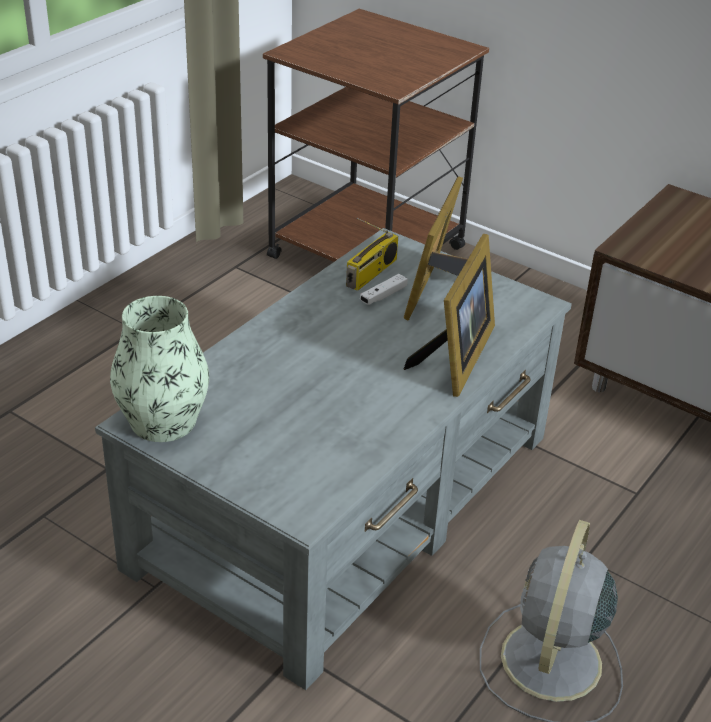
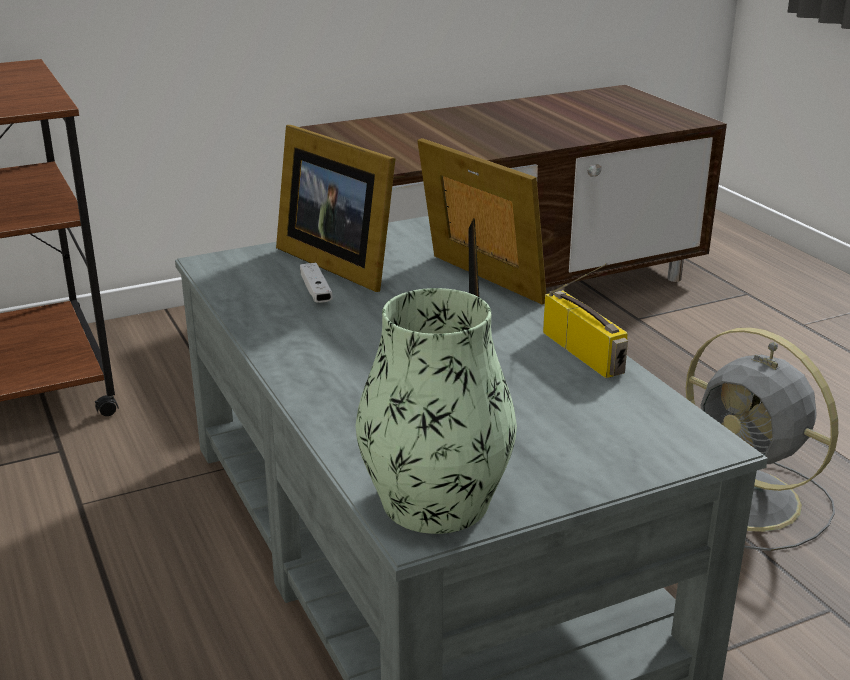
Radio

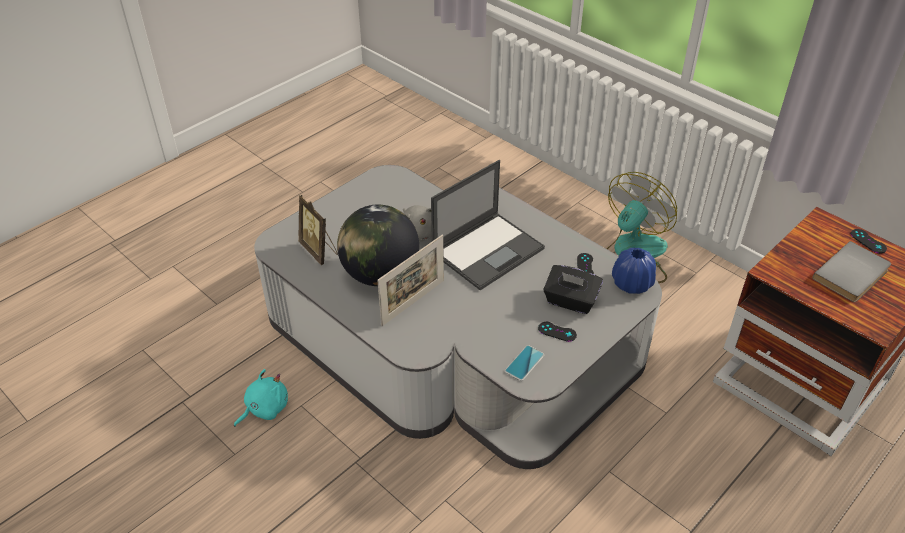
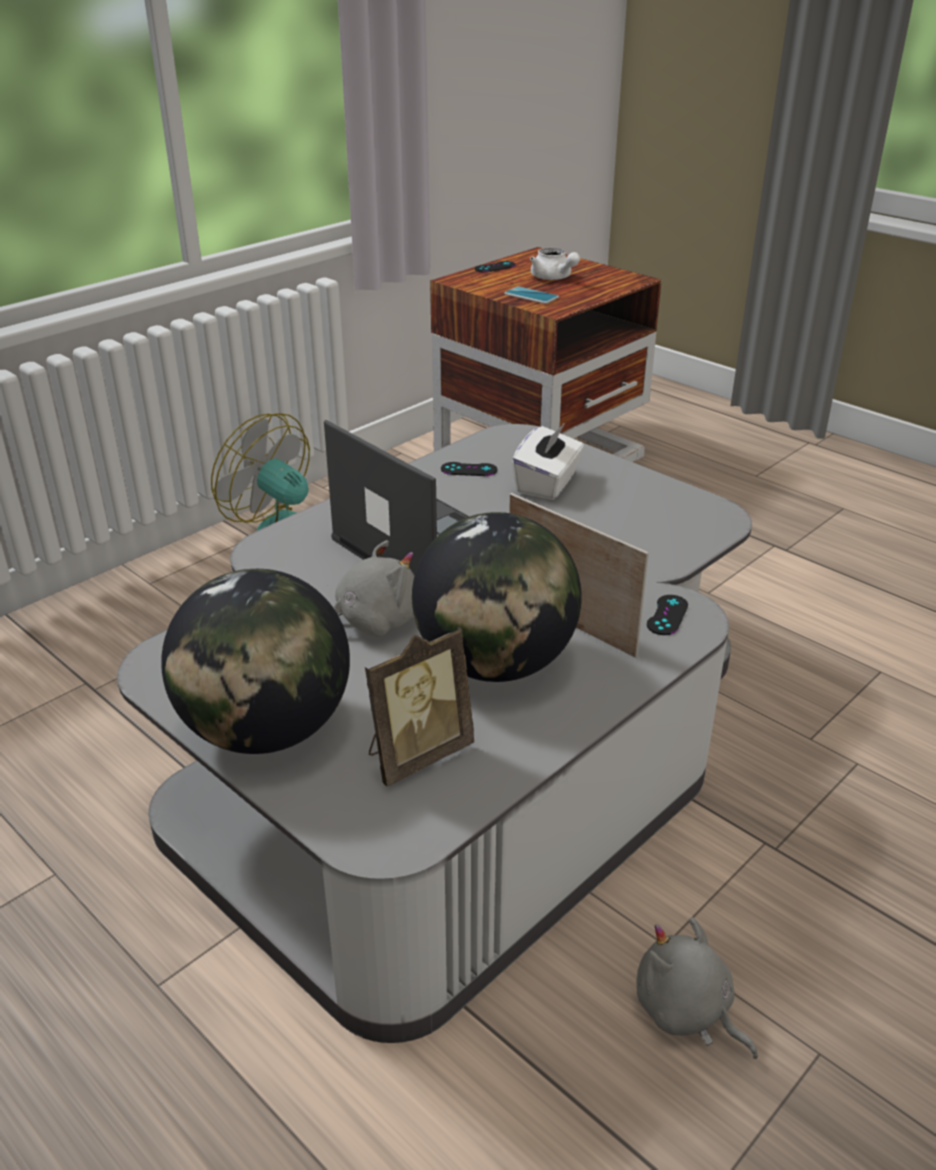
Teekanne [weiß]; Vase [blau]; Taschentuchbox [weiß]; Gamepad [schwarz] (no. 3 from left); Handy; Plüschtier [grau] (no. 2 from left); Globus (no. 1 from left)

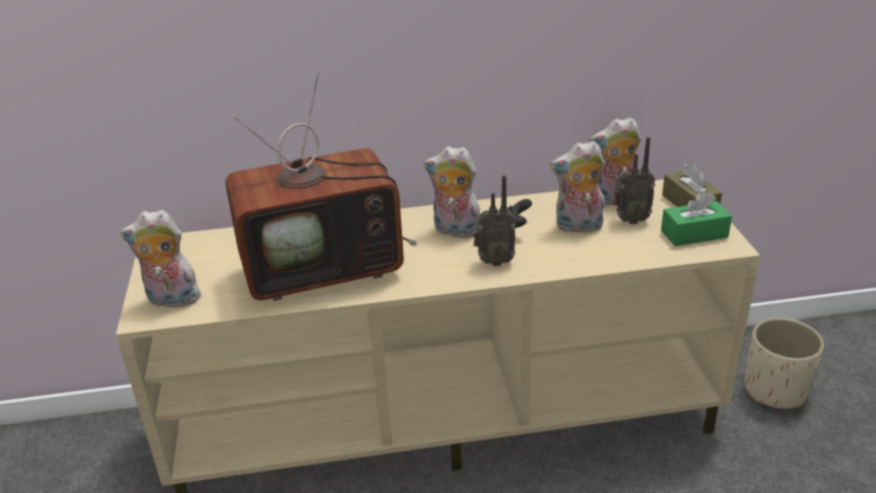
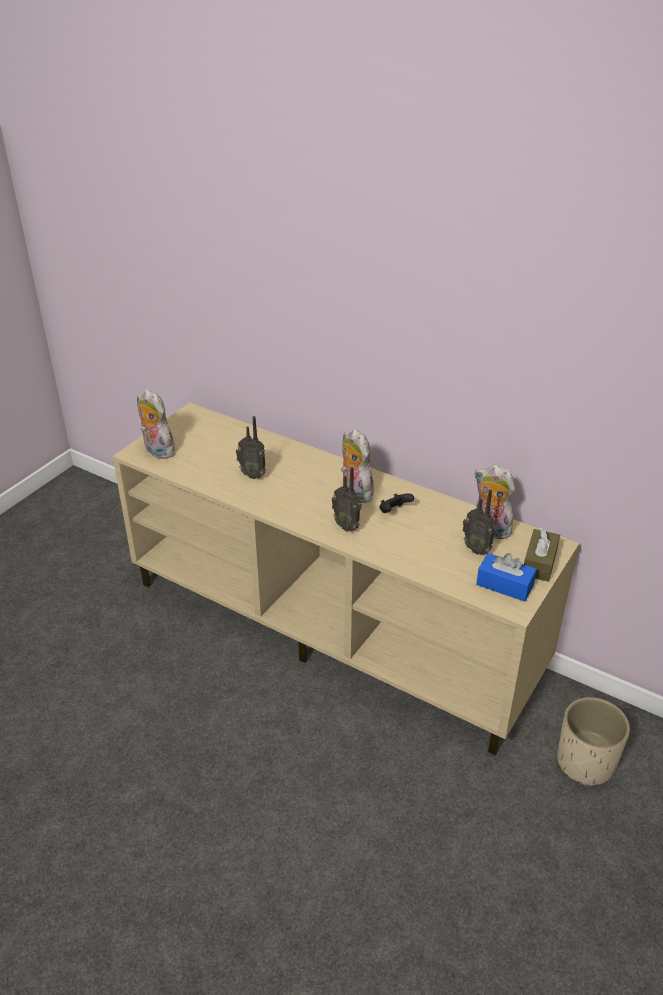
Radio (no. 1 from left); Plüschtier (no. 3 from left in the first image); Taschentuchbox [blau]

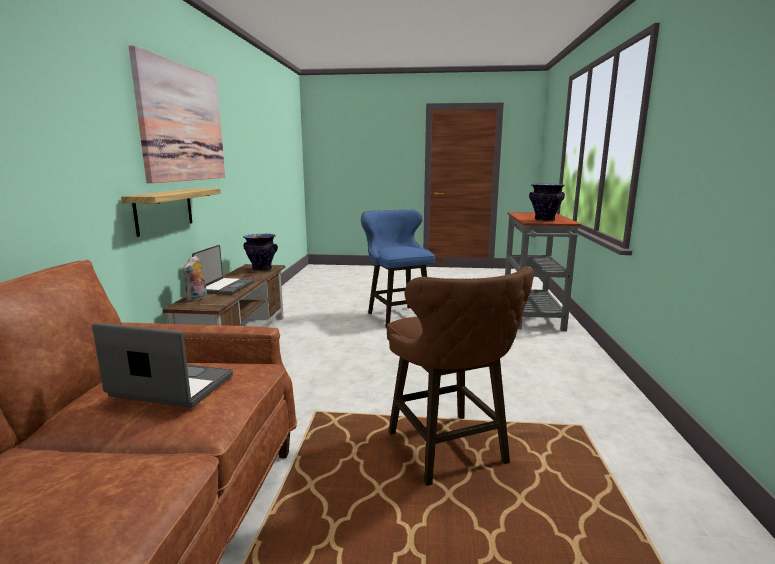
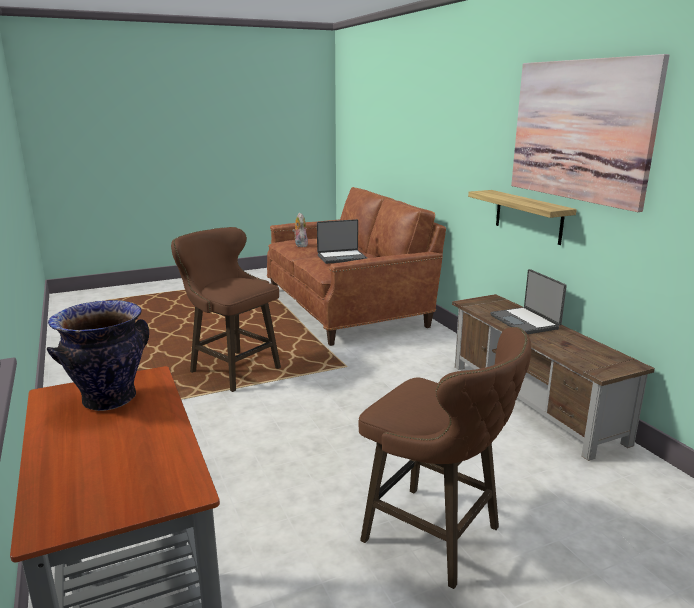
Hocker [braun] (no. 2 from left); Vase (no. 1 from left in the first image); Plüschtier

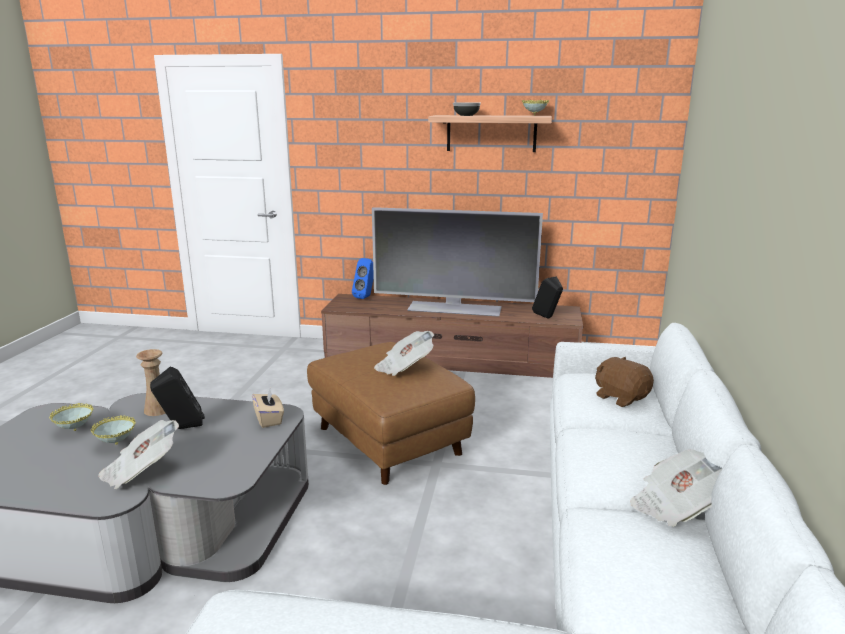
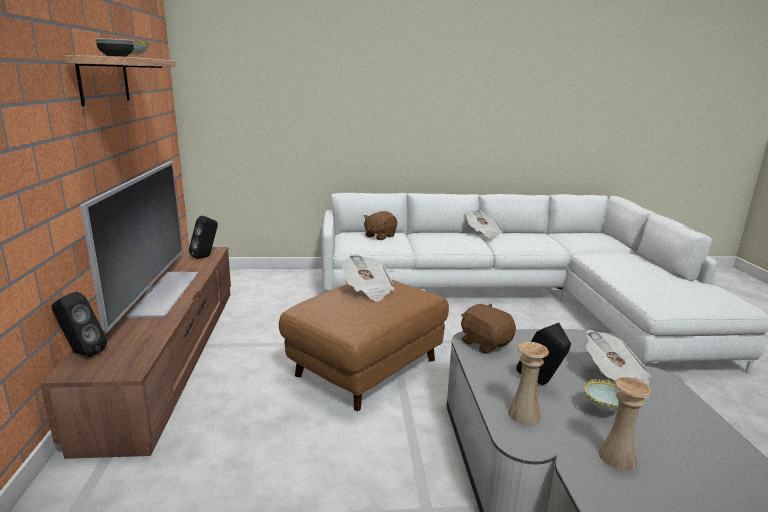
Lautsprecher [schwarz] (no. 1 from left); Plüschtier [braun] (no. 2 from left); Vase [beige] (no. 2 from left)

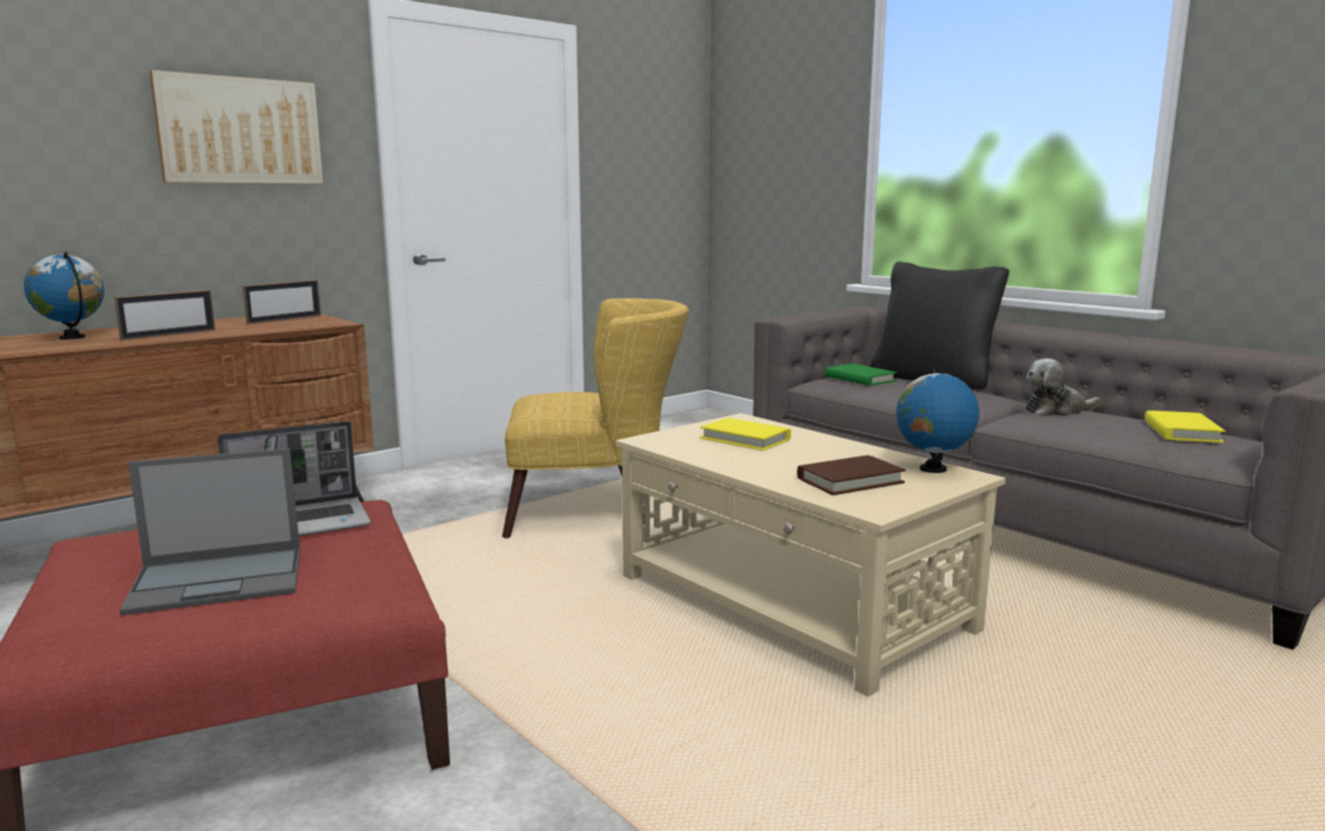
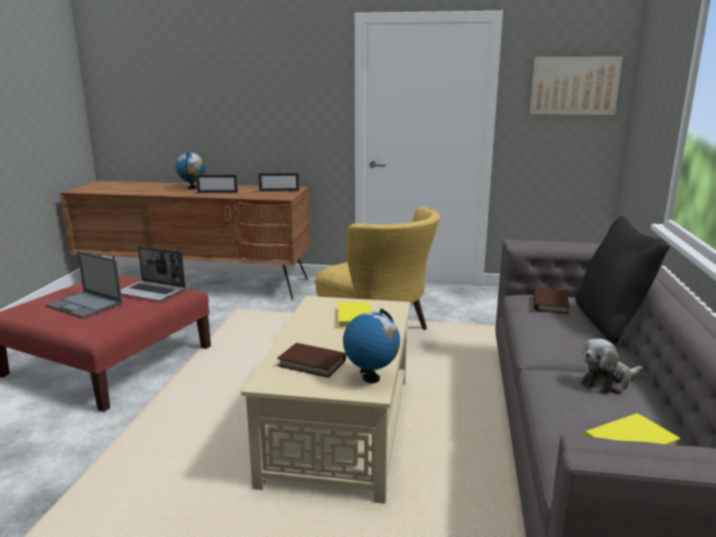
Bild; Plüschtier; Buch [braun] (no. 2 from left)

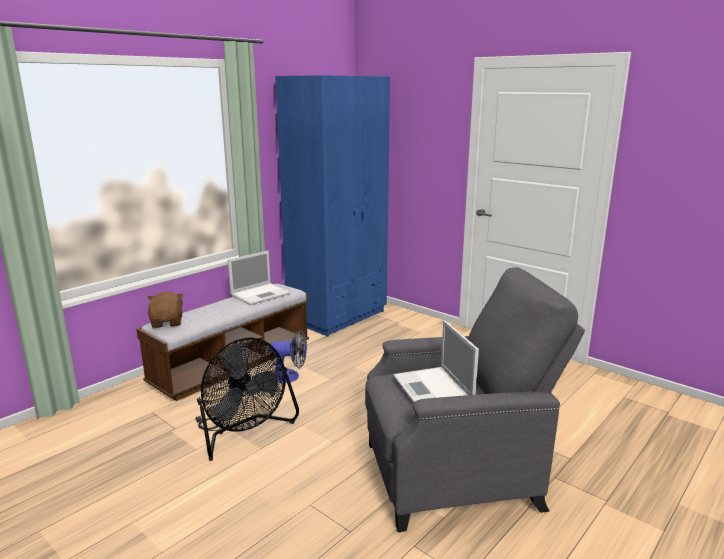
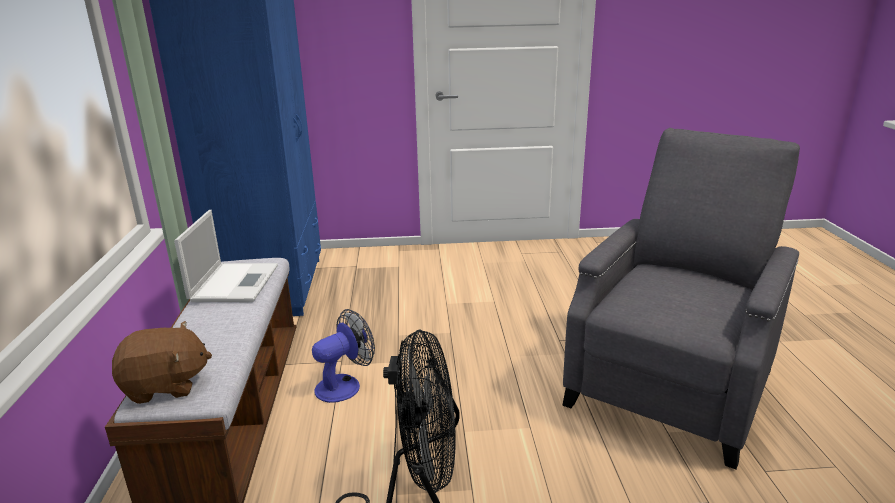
Plüschtier [braun]; Laptop (no. 2 from left in the first image)

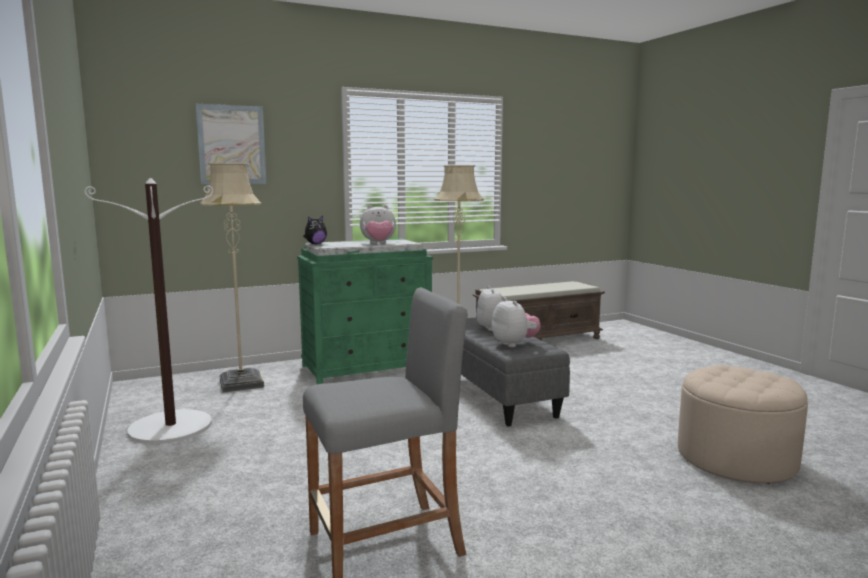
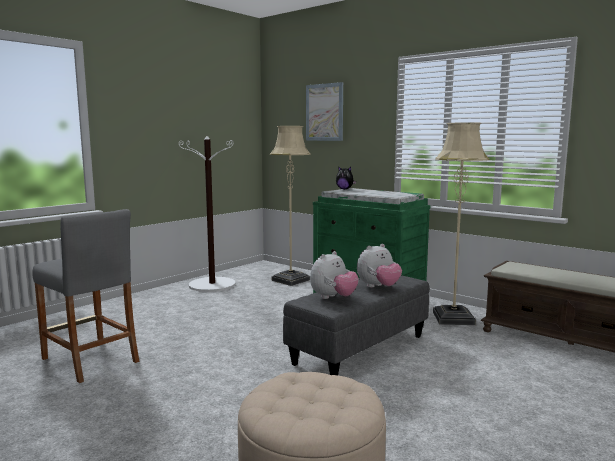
Plüschtier (no. 2 from left in the first image)

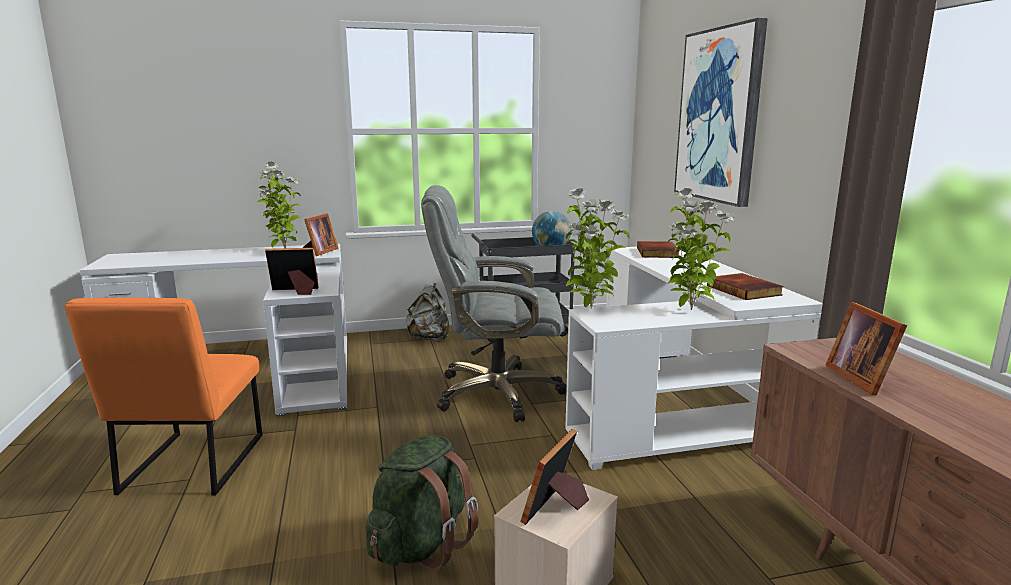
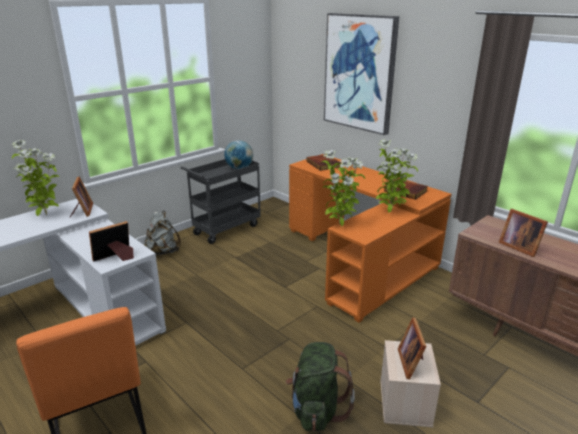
Bürostuhl [grau]; Schreibtisch [orange]

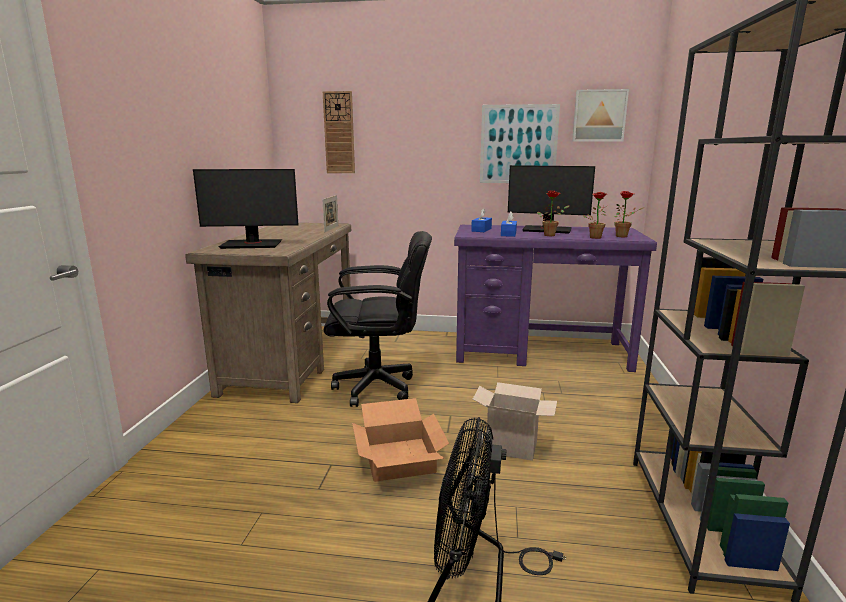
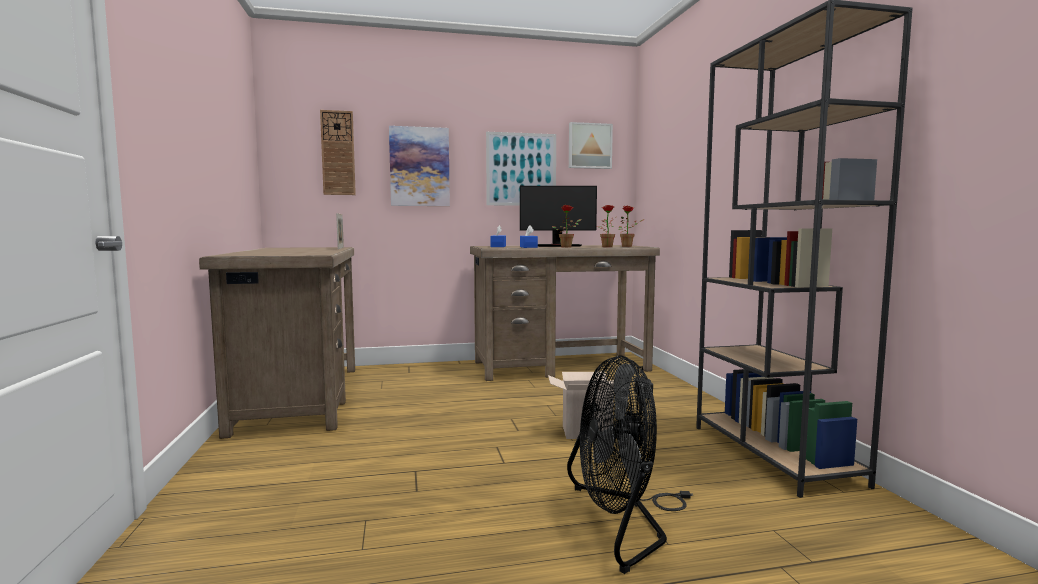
Monitor (no. 1 from left in the first image); Schreibtisch [braun] (no. 2 from left); Bürostuhl [schwarz]; Karton (no. 1 from left in the first image); Bild (no. 1 from left)

